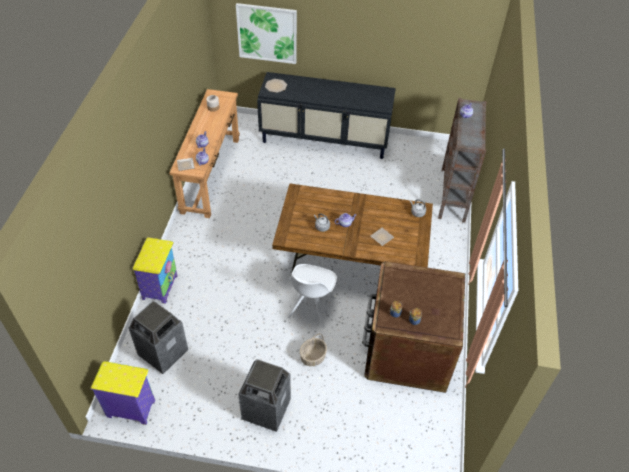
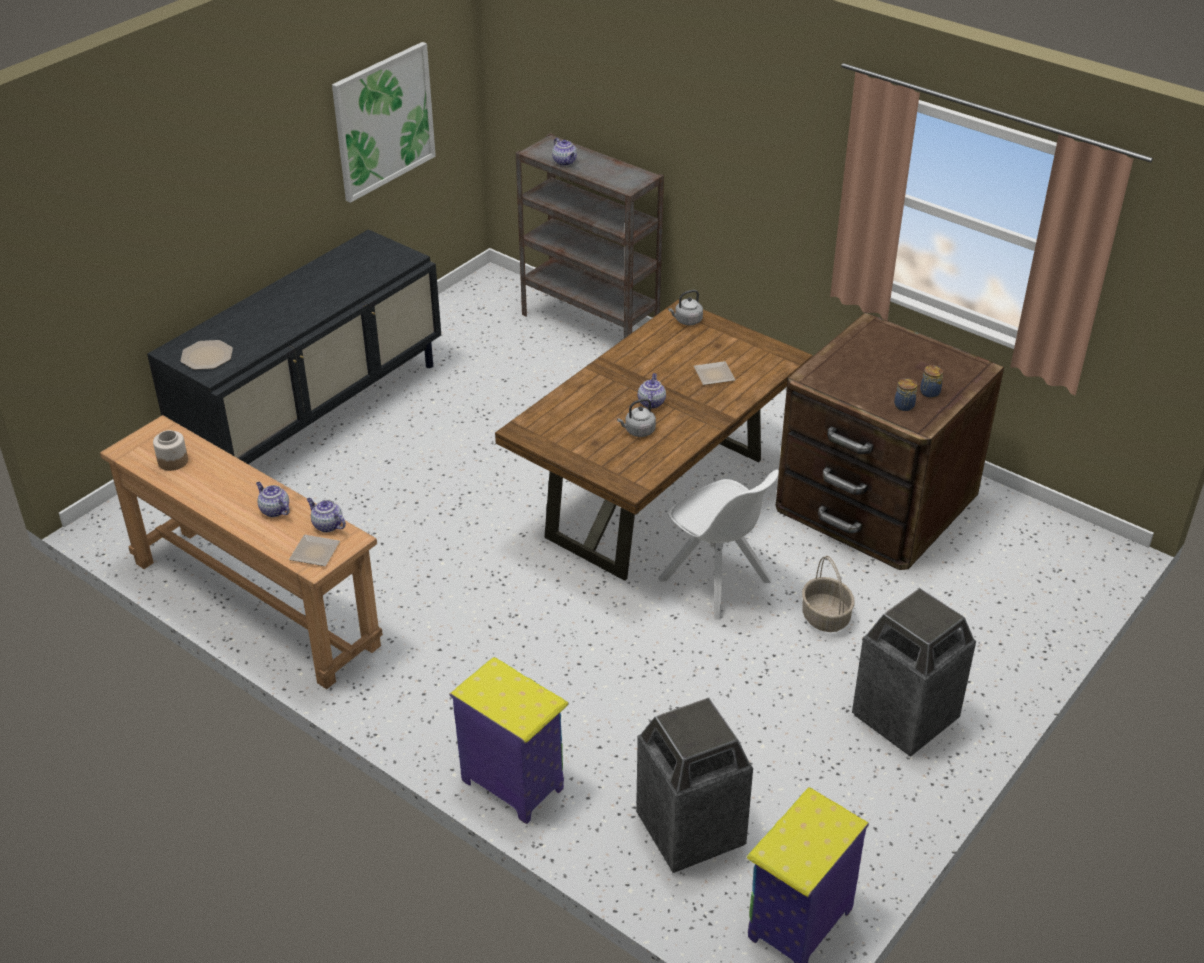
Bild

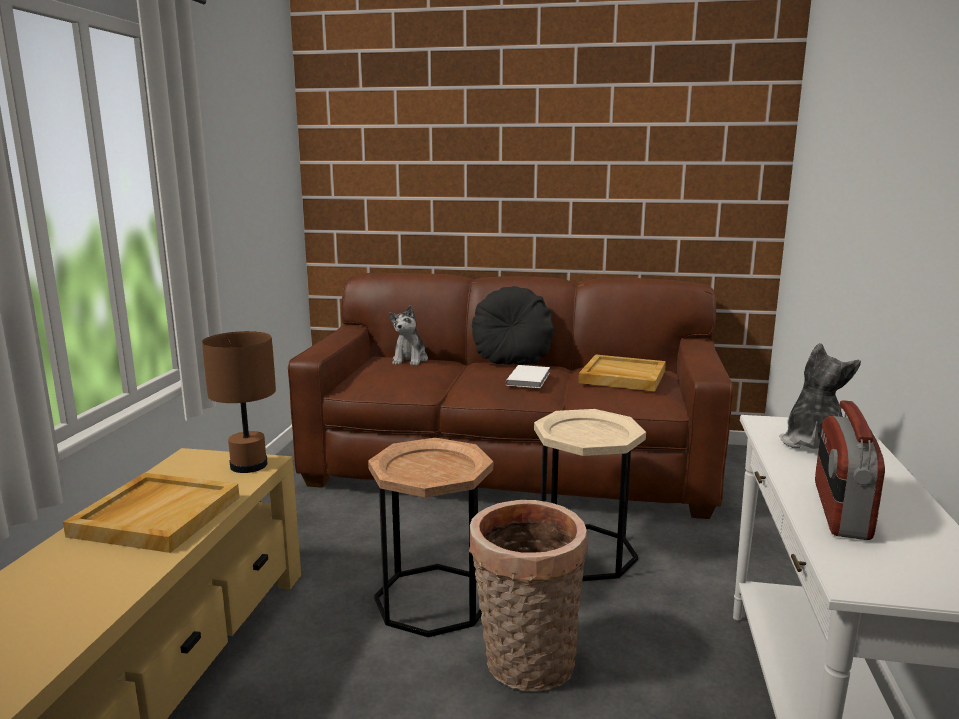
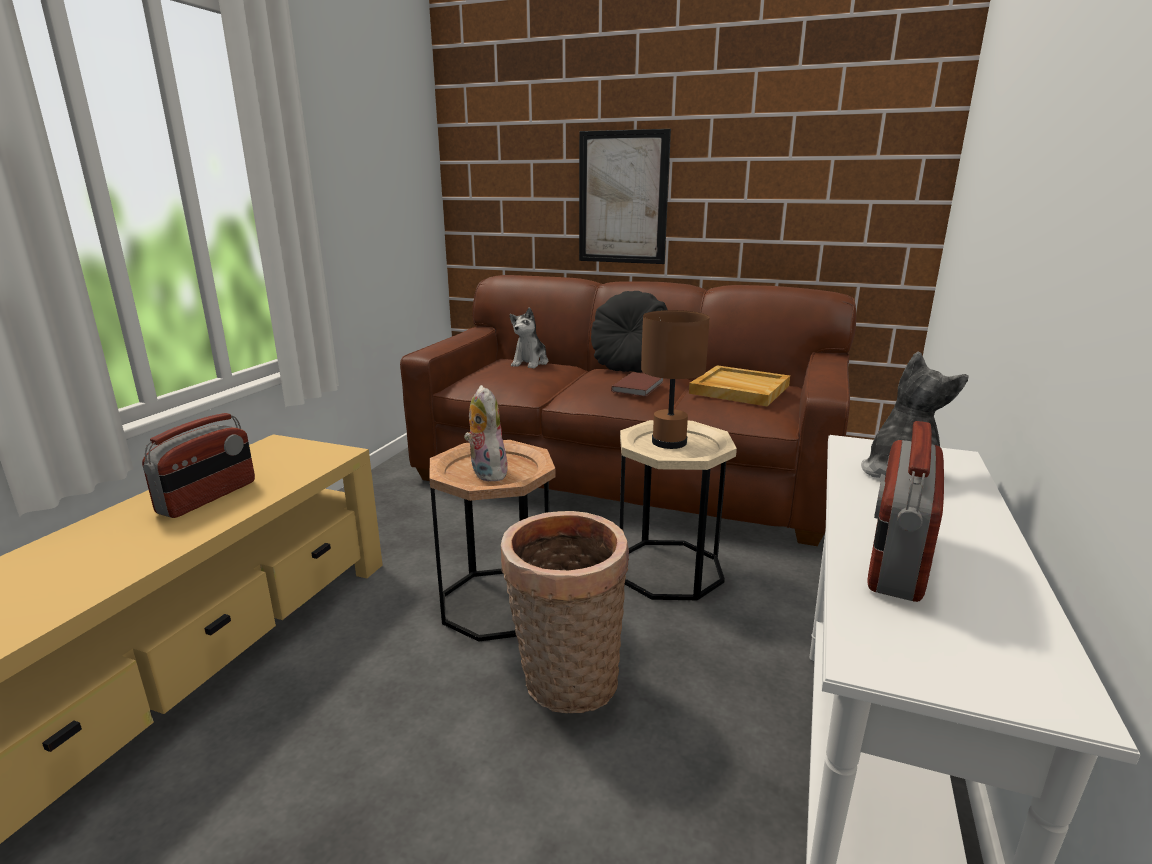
Tischlampe [braun]; Buch [braun]; Radio (no. 1 from left); Bild; Plüschtier (no. 1 from left)

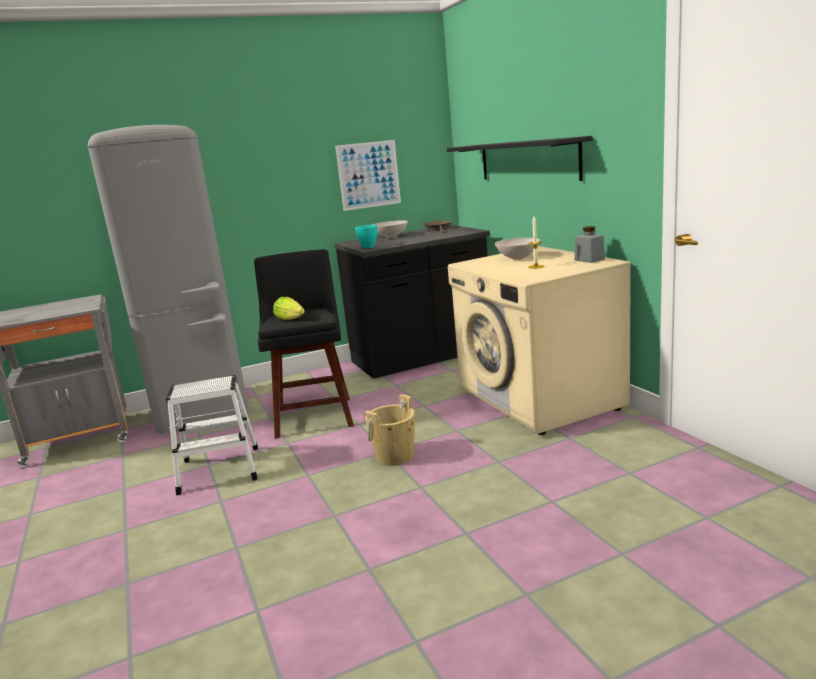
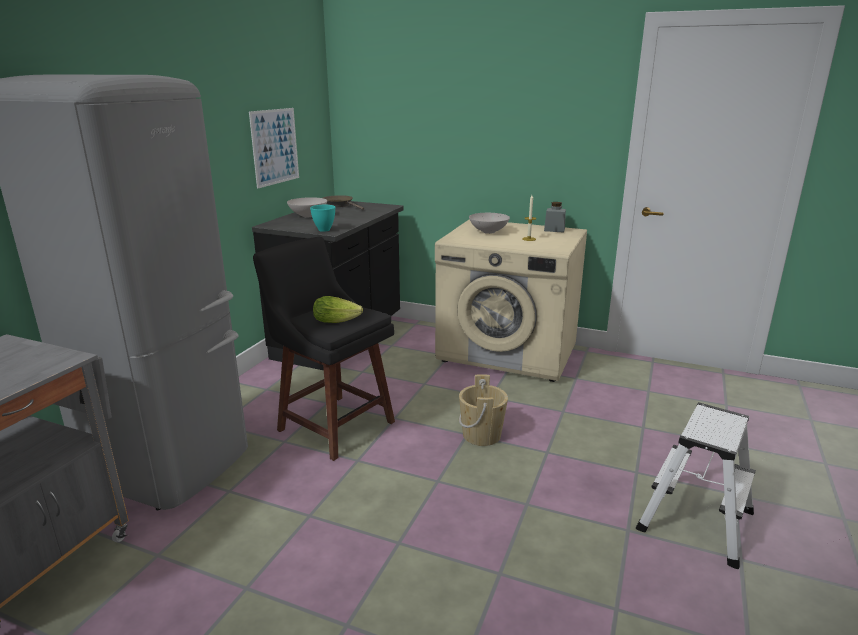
Wandregal [schwarz]; Trittleiter [weiß]

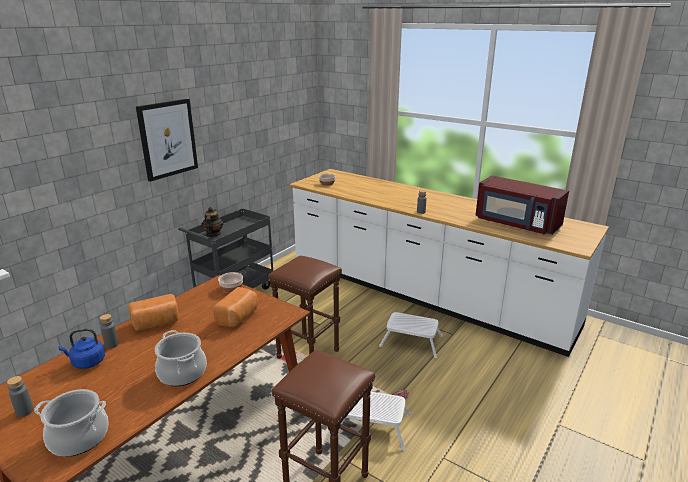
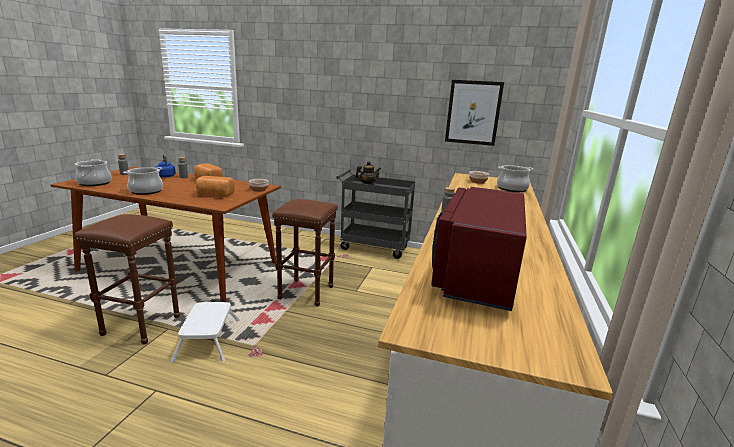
Bild; Trittleiter [weiß] (no. 2 from left in the first image); Kochtopf (no. 3 from left)

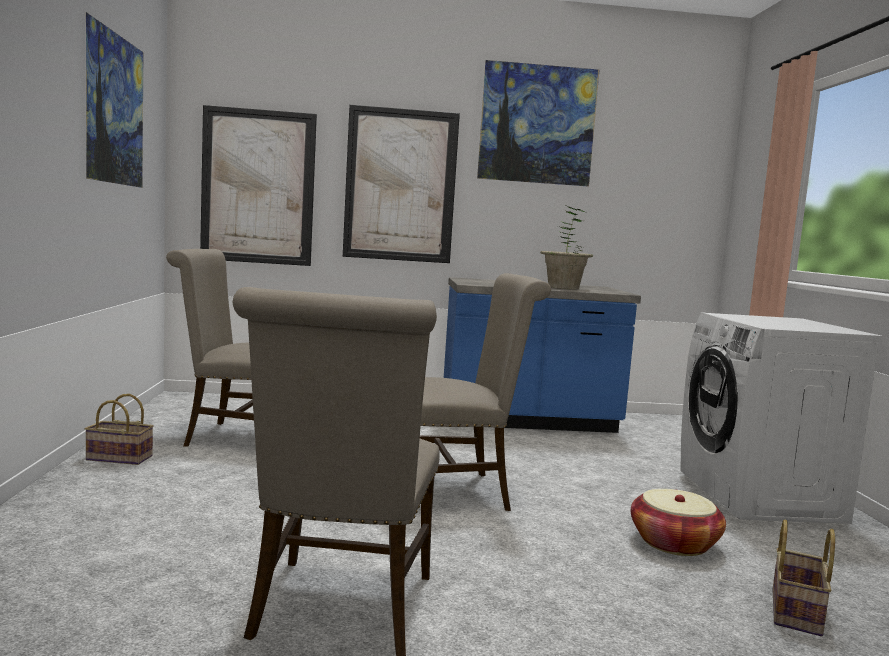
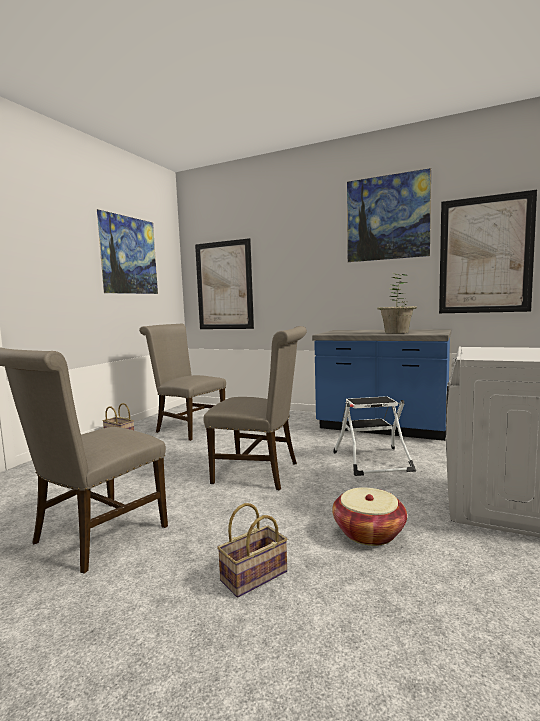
Bild (no. 4 from left); Korb (no. 2 from left); Trittleiter

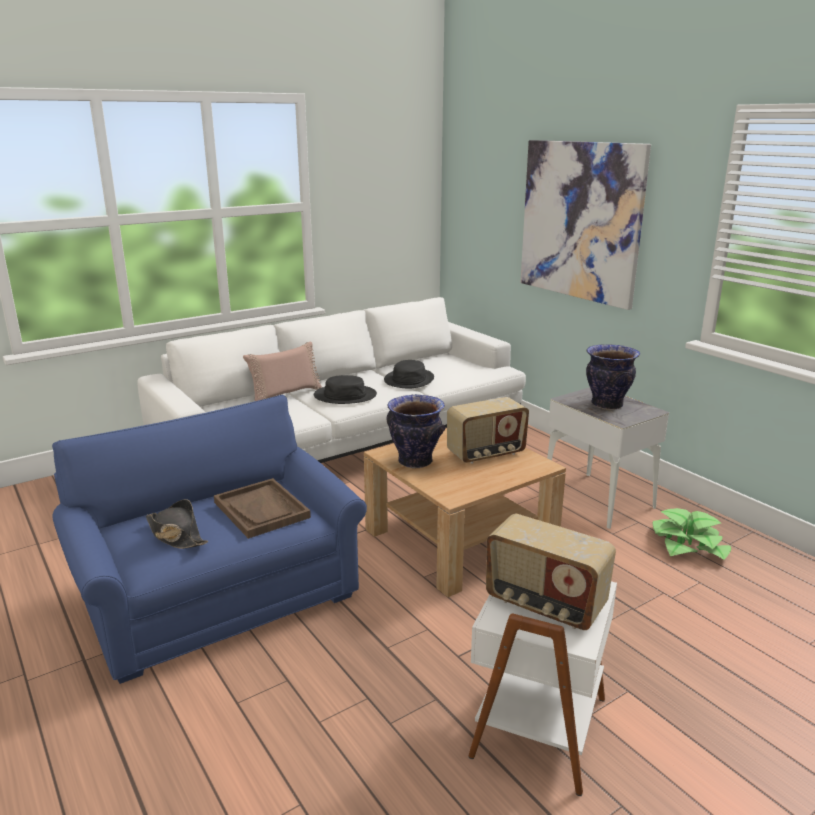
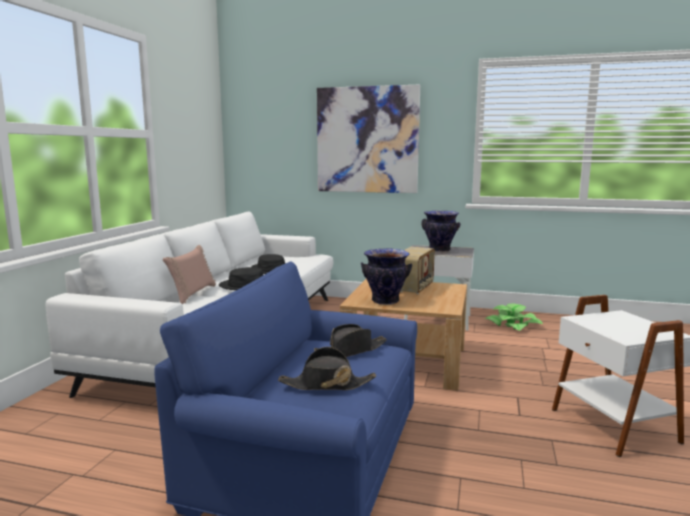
Hut [schwarz] (no. 4 from left); Radio (no. 2 from left in the first image)

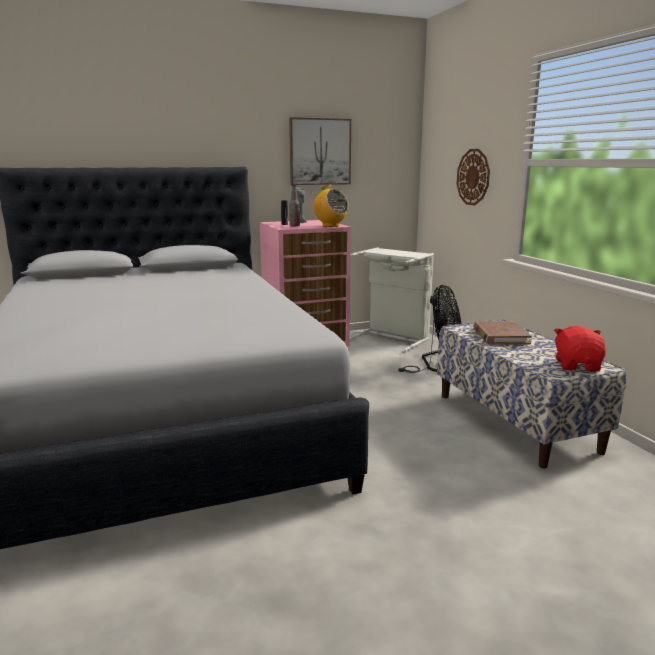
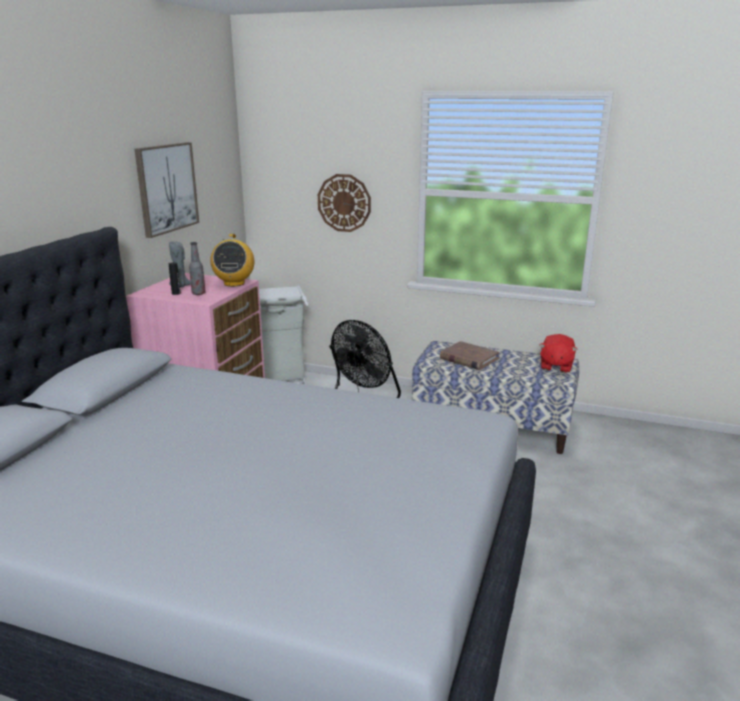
Radio; Plüschtier [rot]

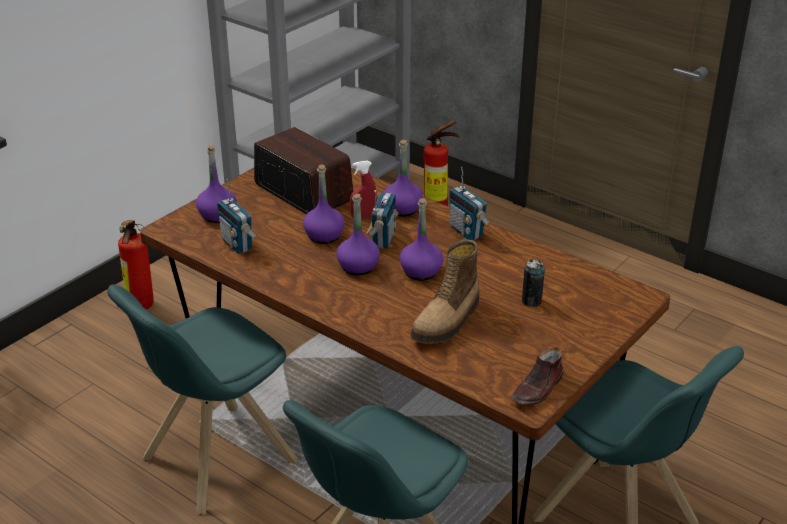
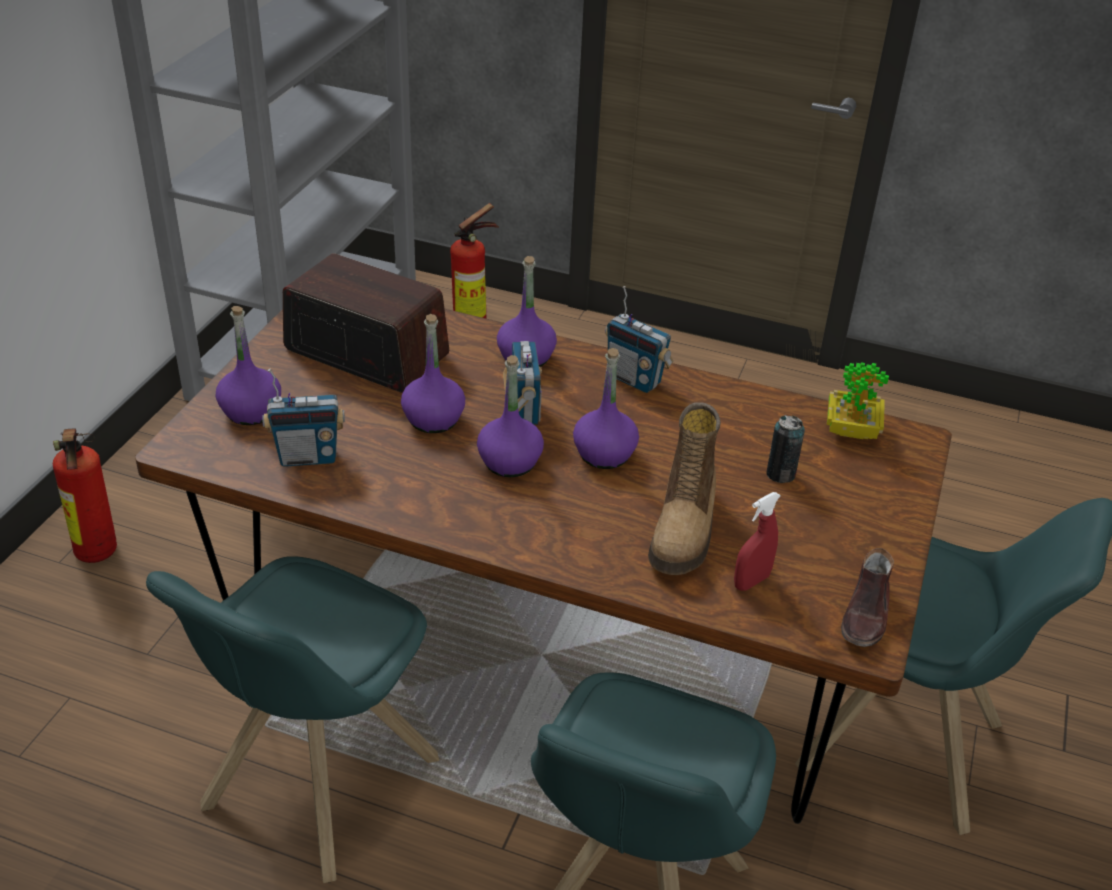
Sprühflasche [rot]; Radio (no. 1 from left); Topfpflanze

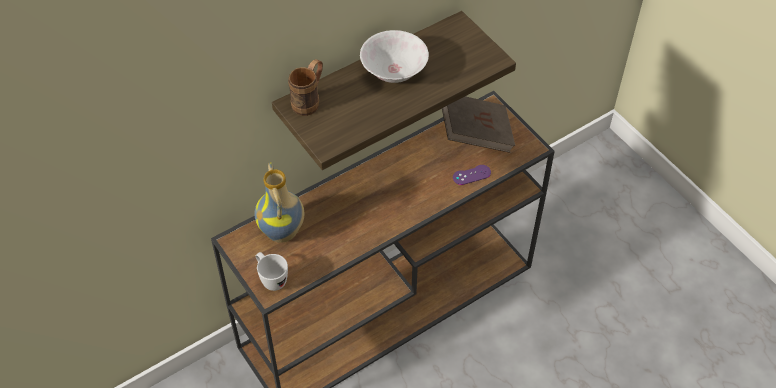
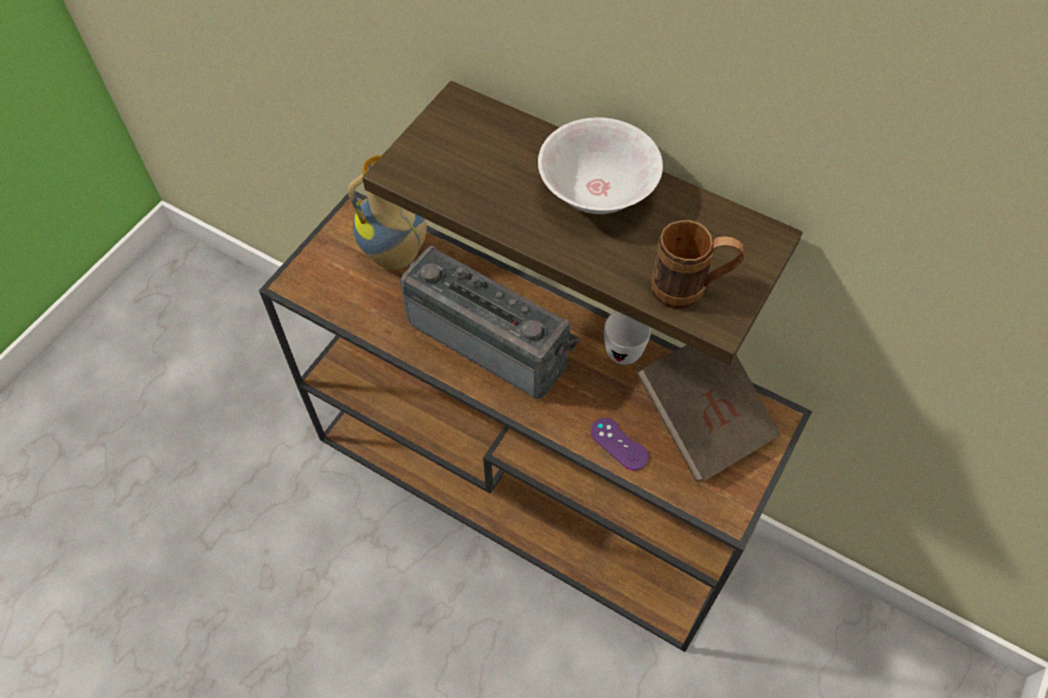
Henkelbecher [braun]; Henkelbecher [weiß]; Radio

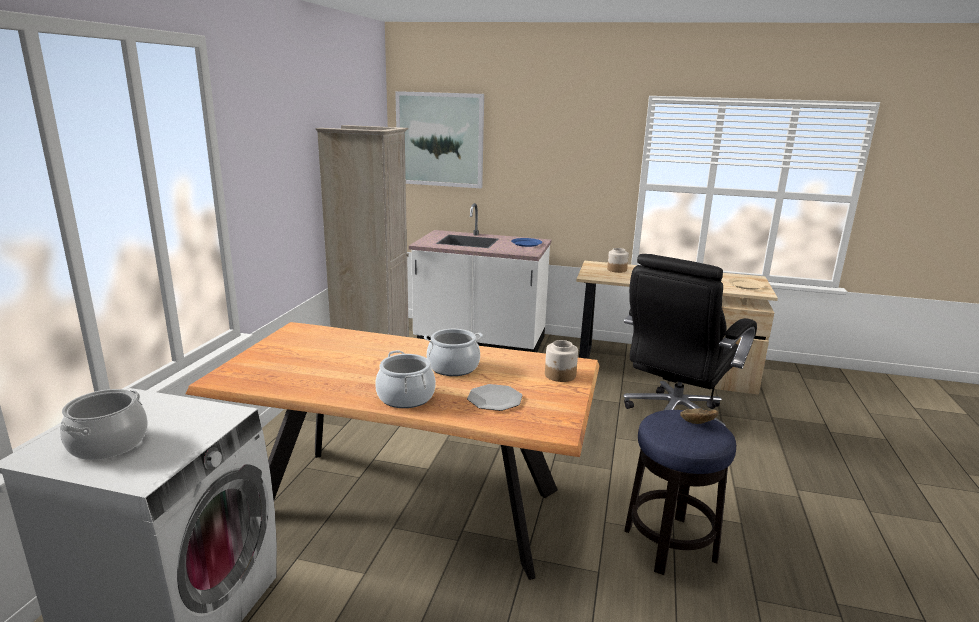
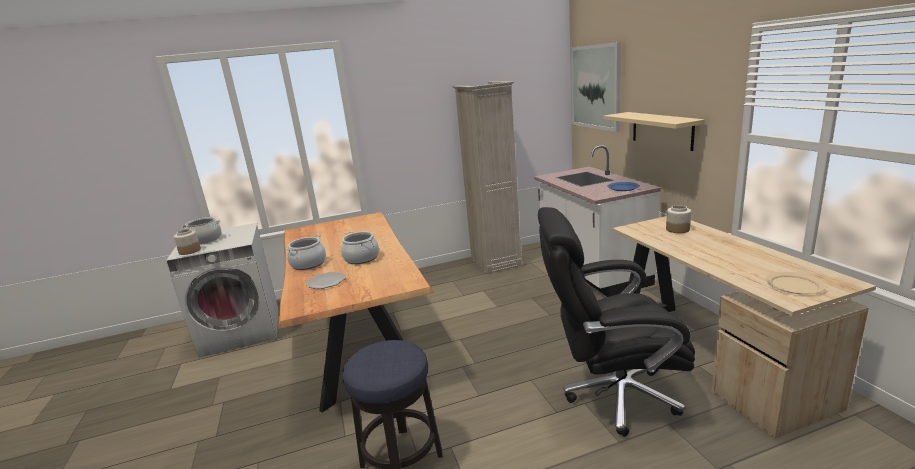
Vorratsglas (no. 1 from left); Schüssel [braun]; Wandregal [beige]

